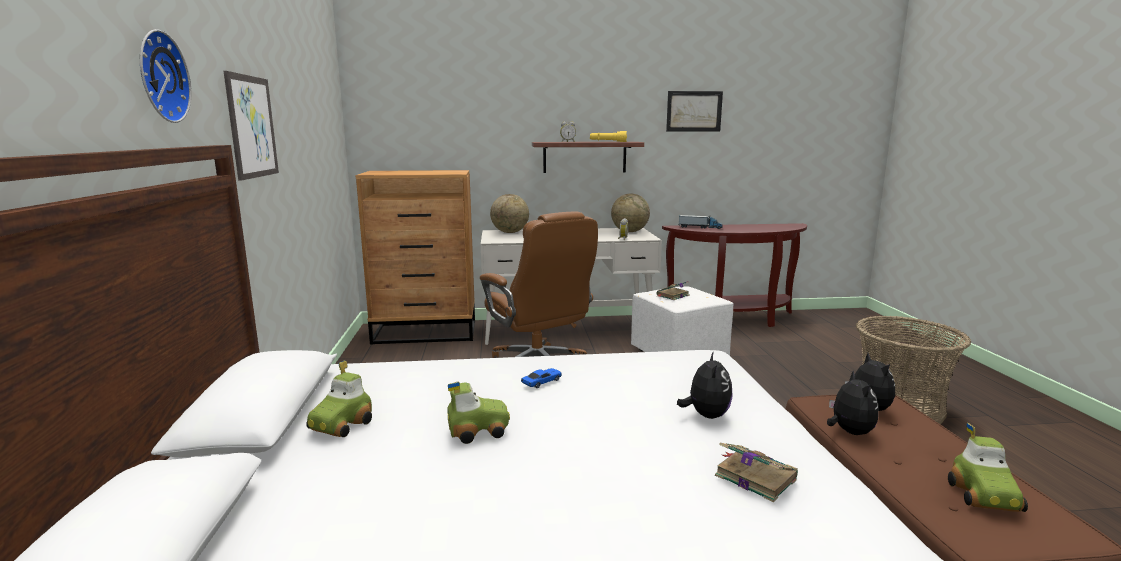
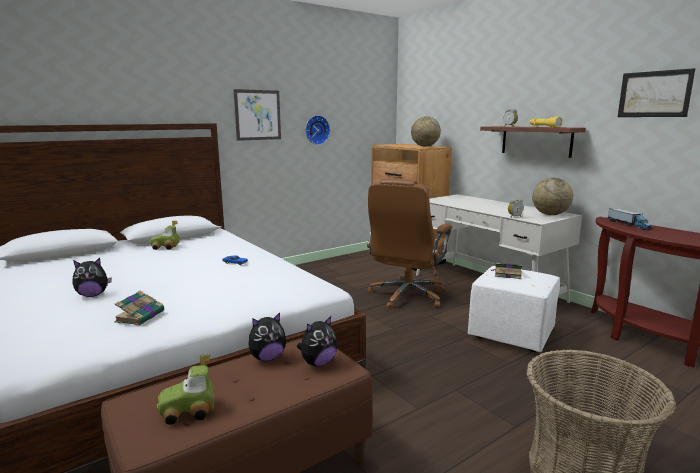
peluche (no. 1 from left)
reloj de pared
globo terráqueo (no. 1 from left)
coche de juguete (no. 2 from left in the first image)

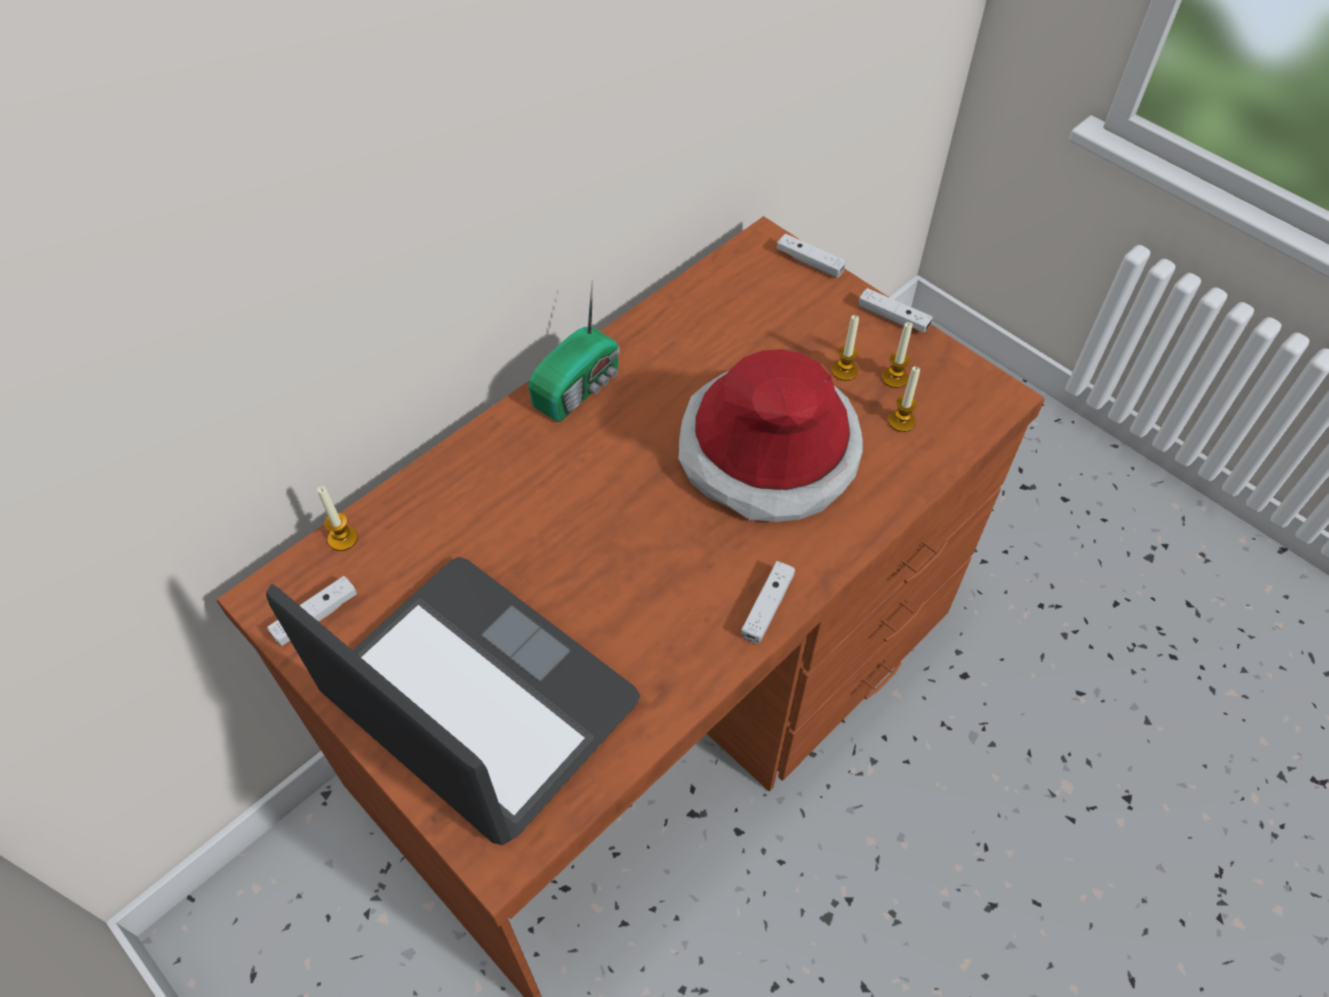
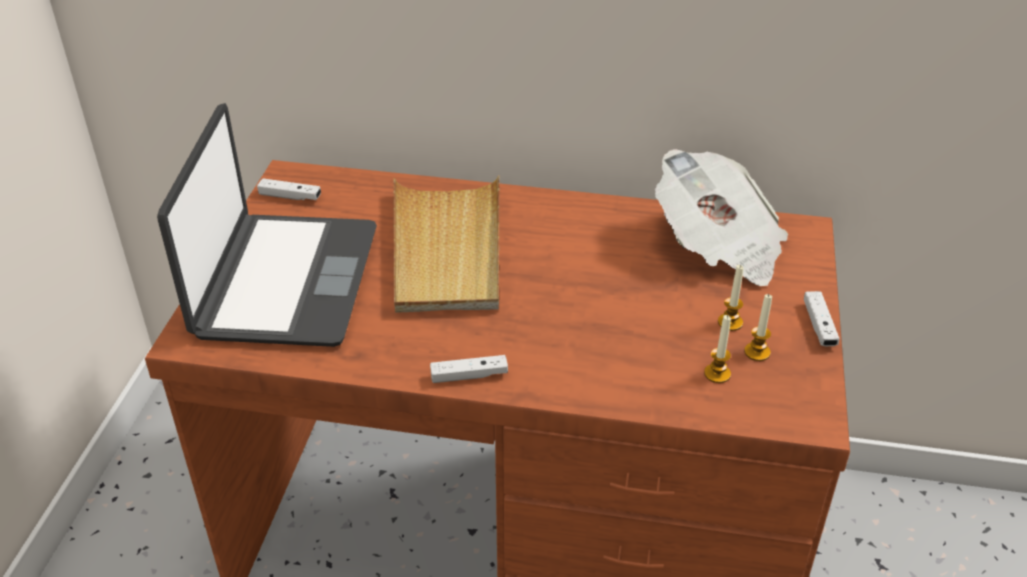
bandeja [beis]
periódico
vela (no. 1 from left in the first image)
radio
sombrero
mando de consola [blanco] (no. 3 from left in the first image)

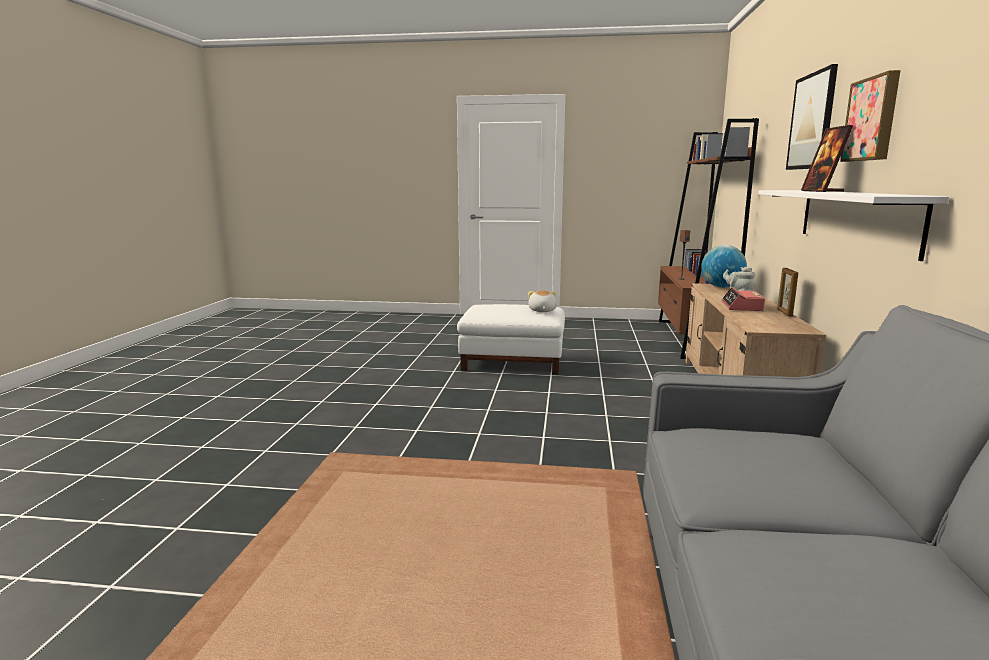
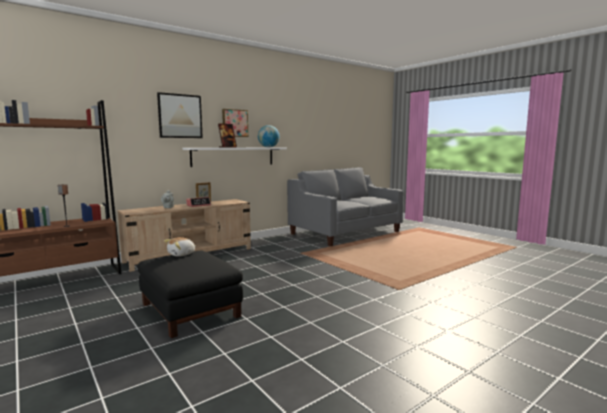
puf [negro]
globo terráqueo

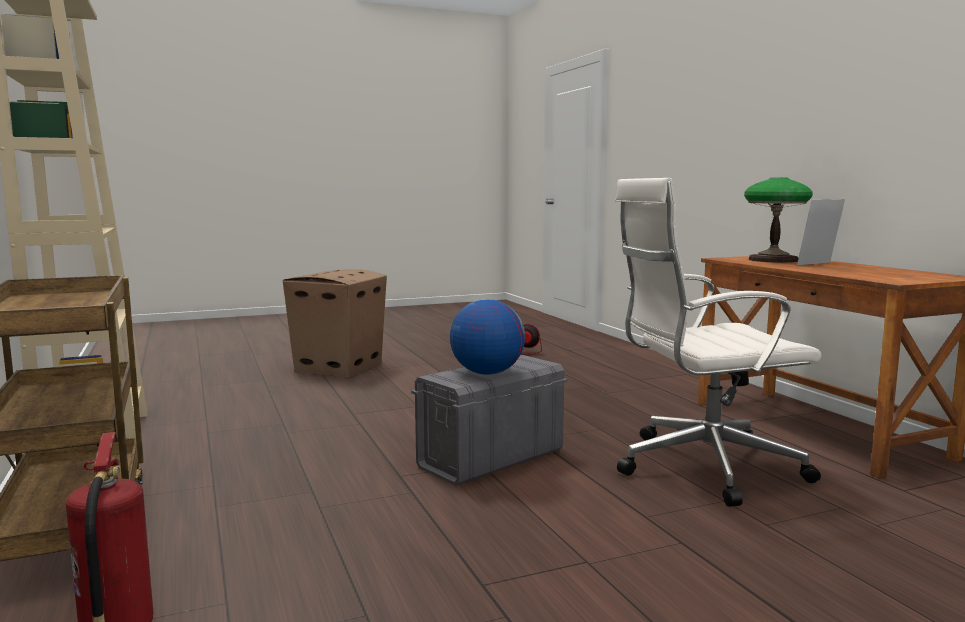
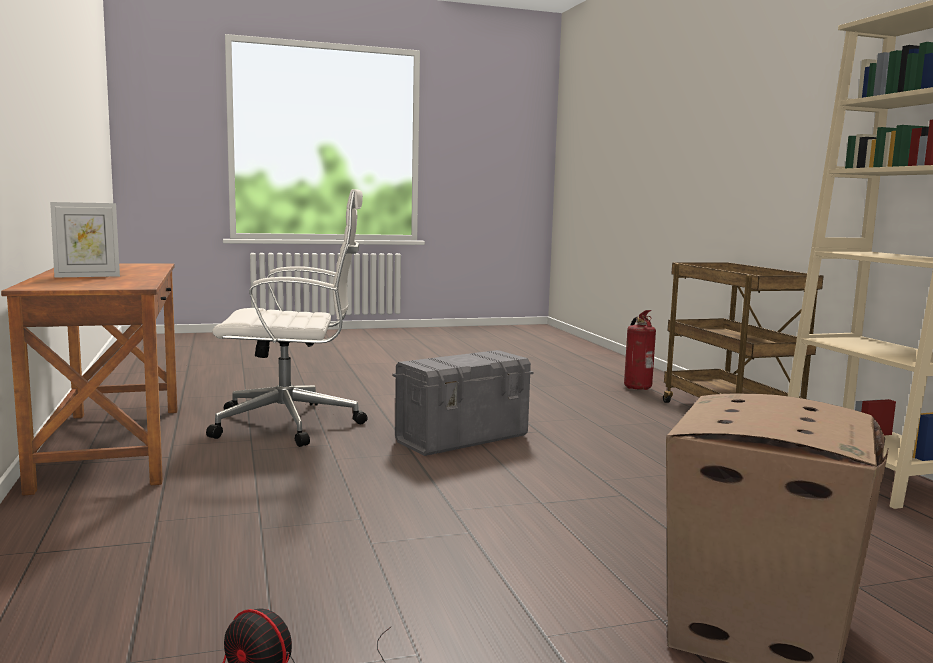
globo terráqueo
lámpara de mesa

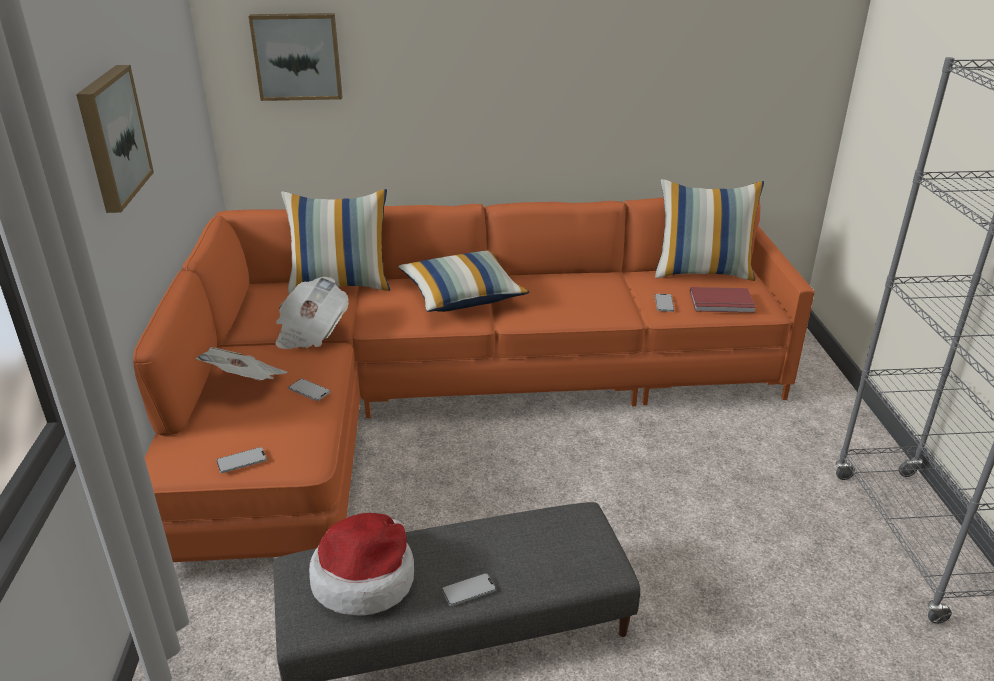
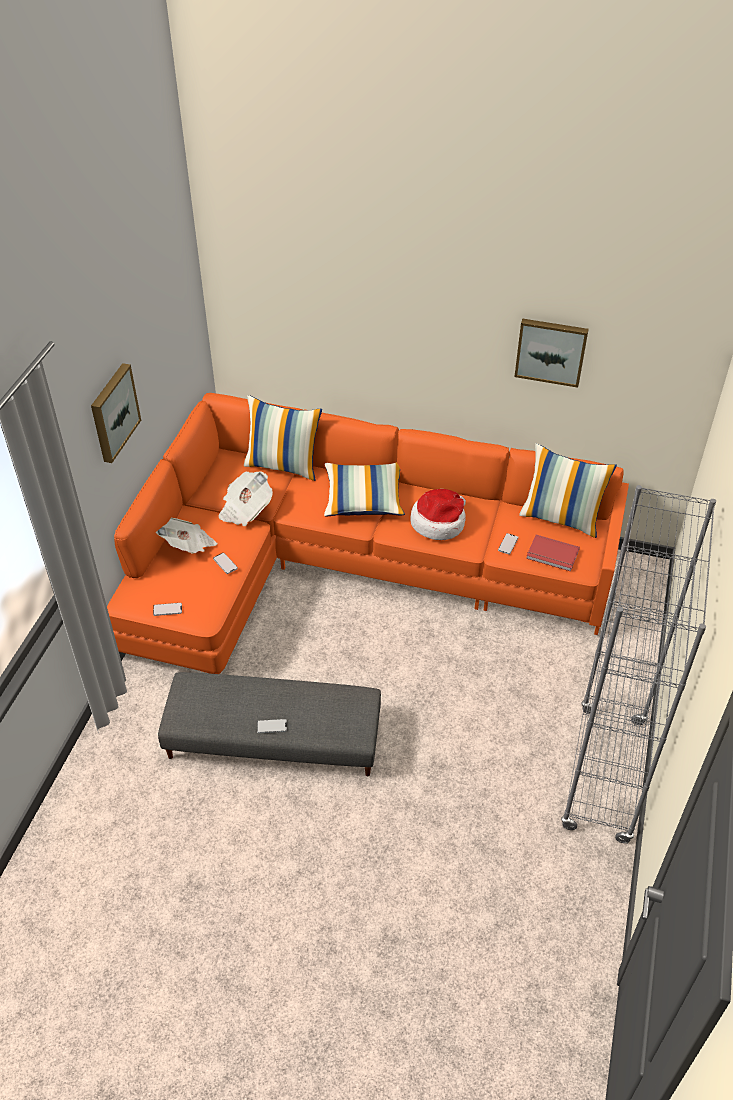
sombrero
cuadro (no. 2 from left)

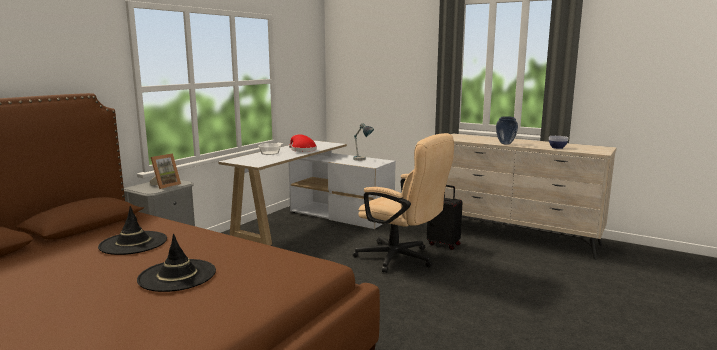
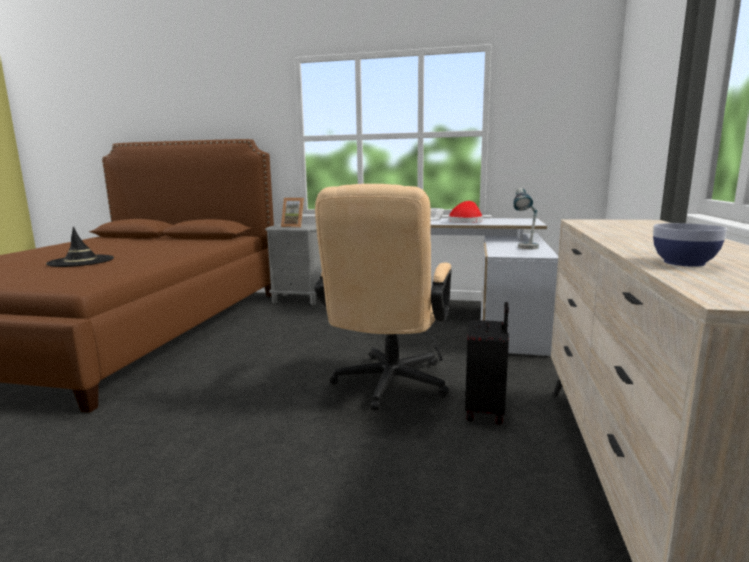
sombrero [negro] (no. 1 from left in the first image)
florero

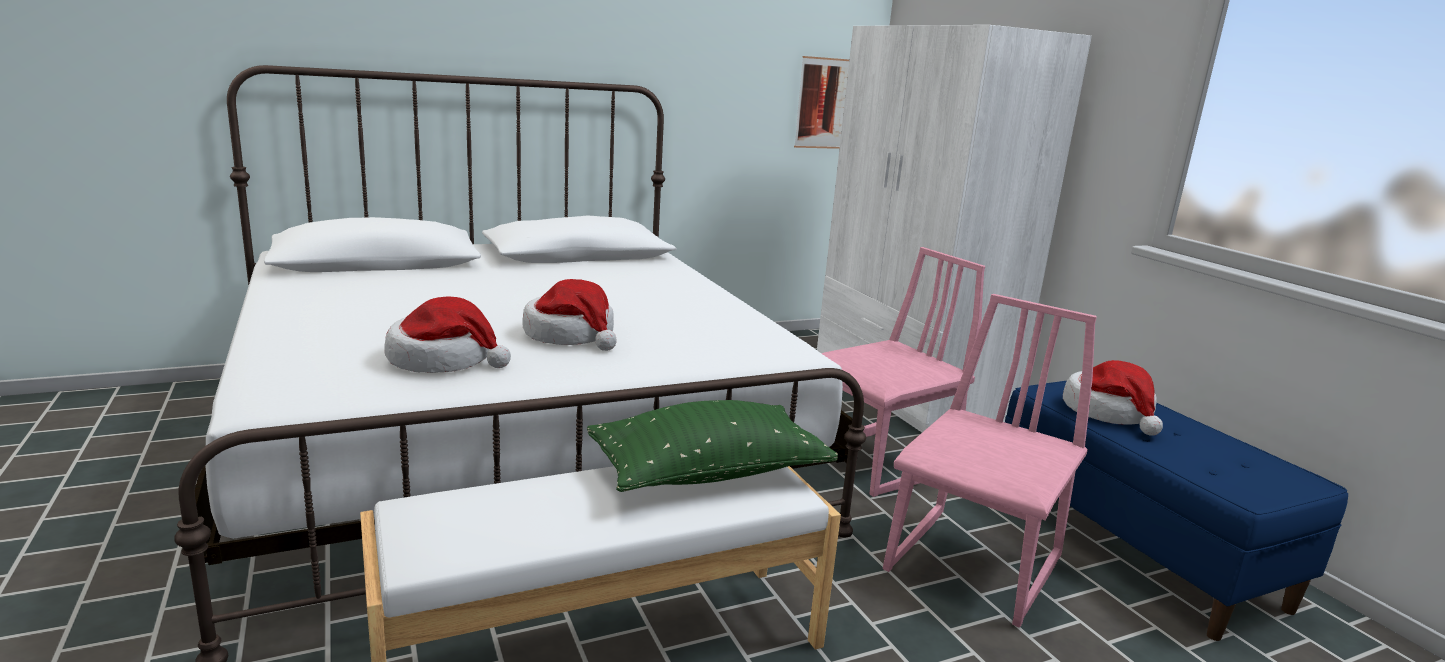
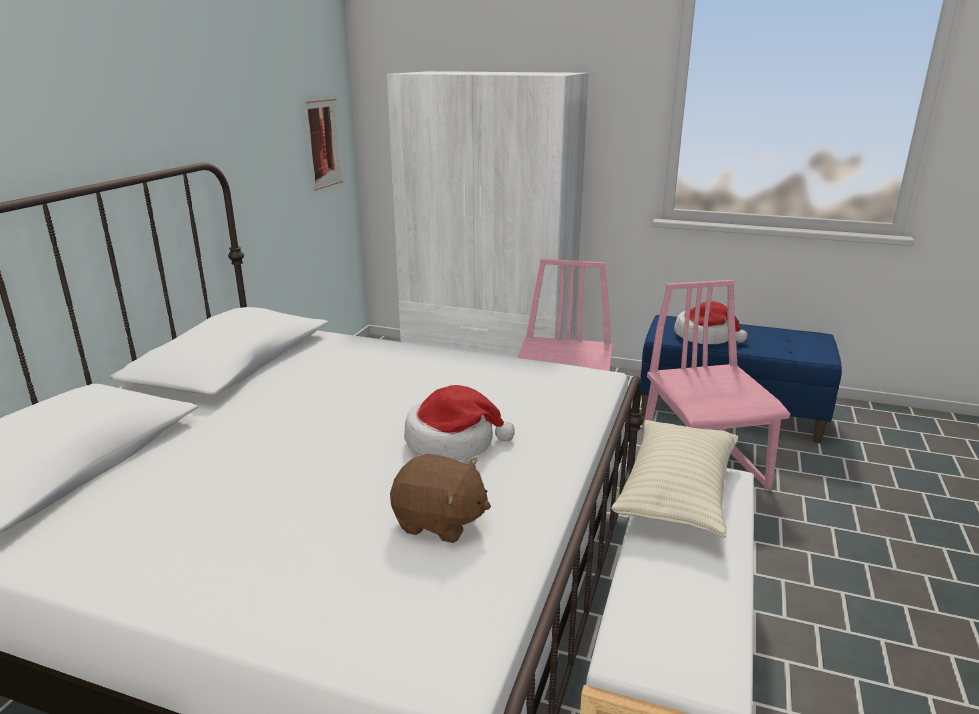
peluche [marrón]
cojín [beis]

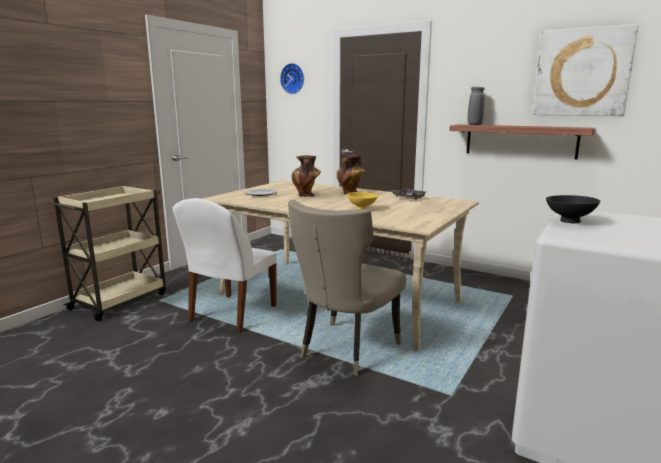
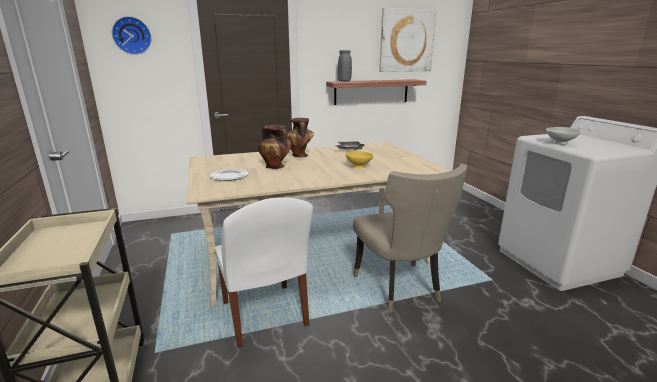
cuenco [blanco]

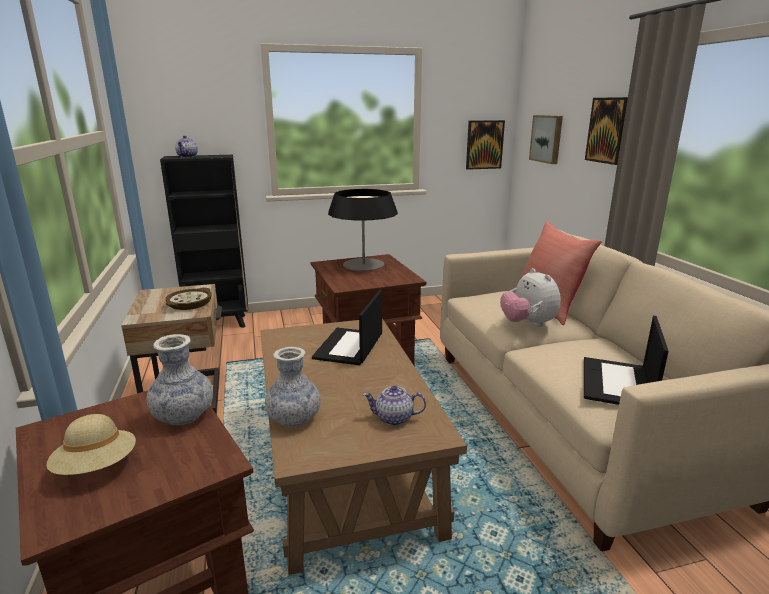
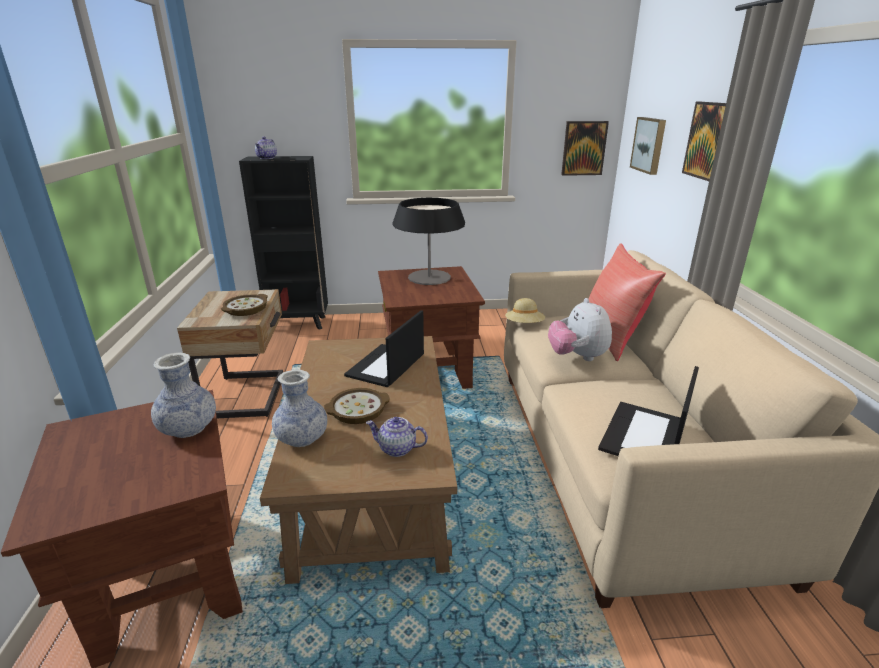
cuenco (no. 2 from left)
sombrero [beis]

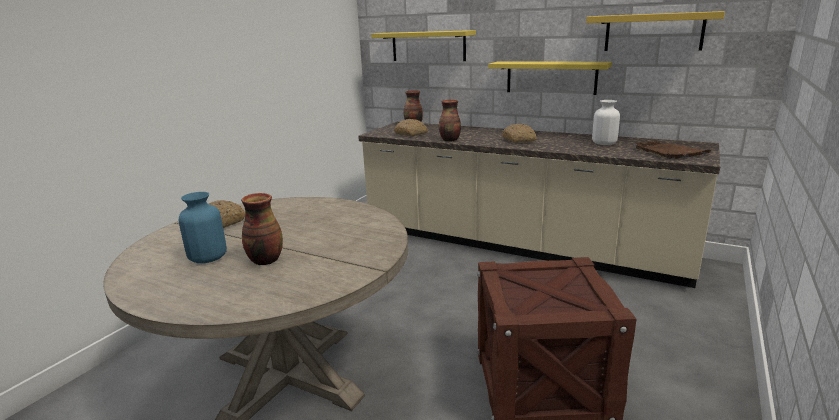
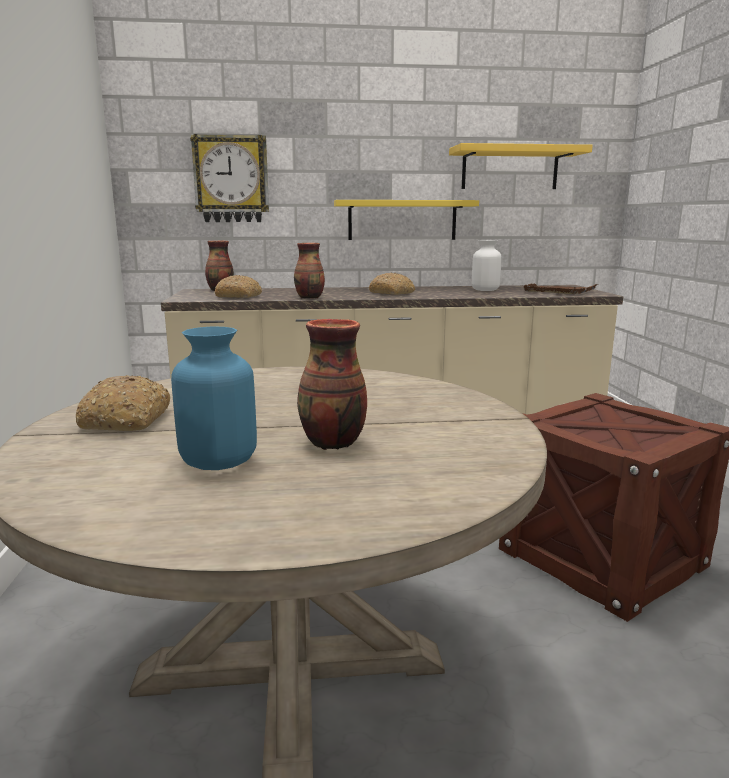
reloj de pared

